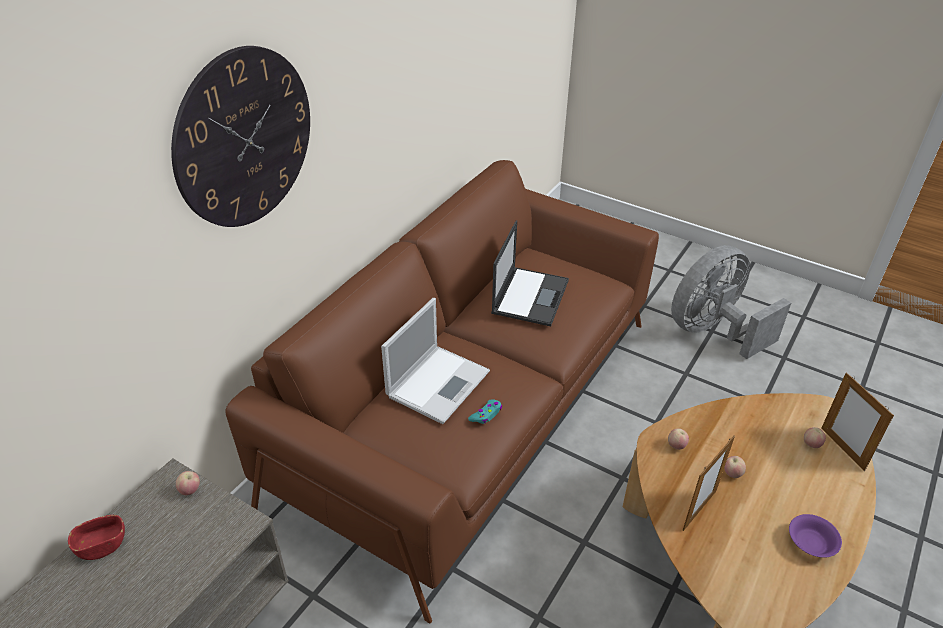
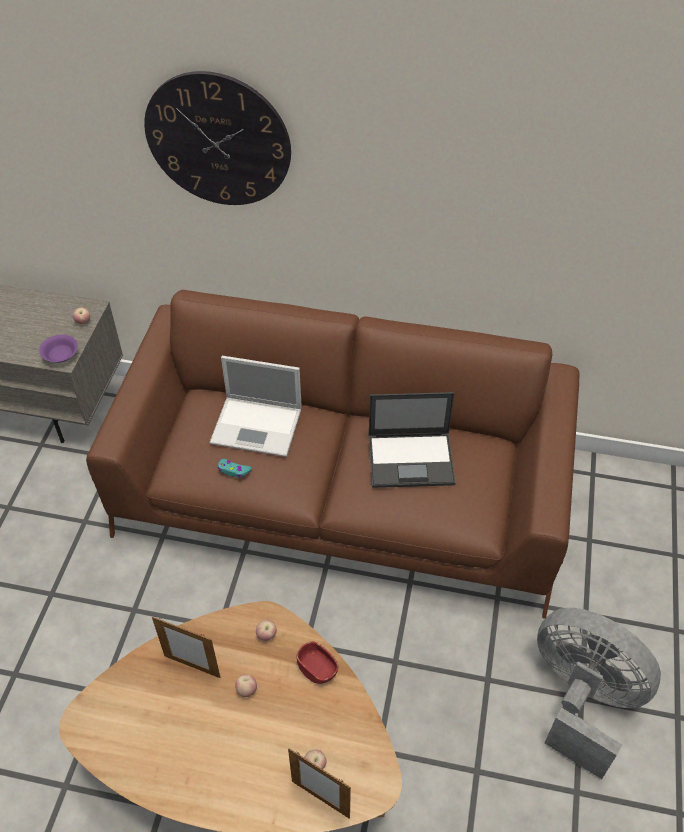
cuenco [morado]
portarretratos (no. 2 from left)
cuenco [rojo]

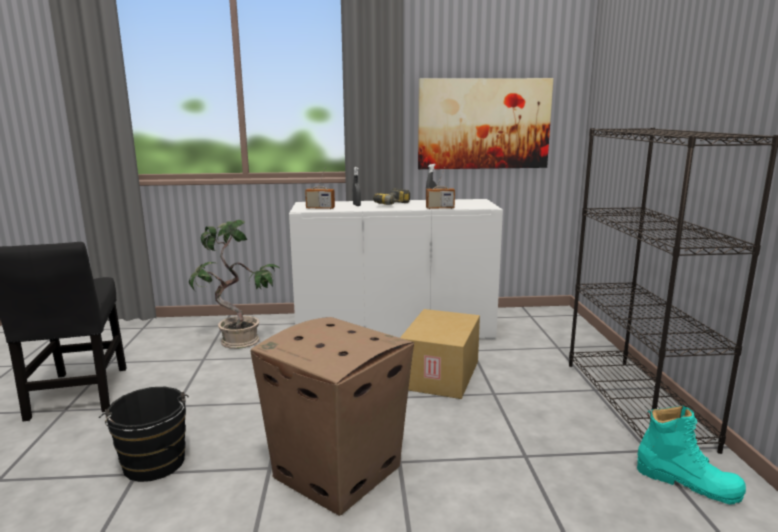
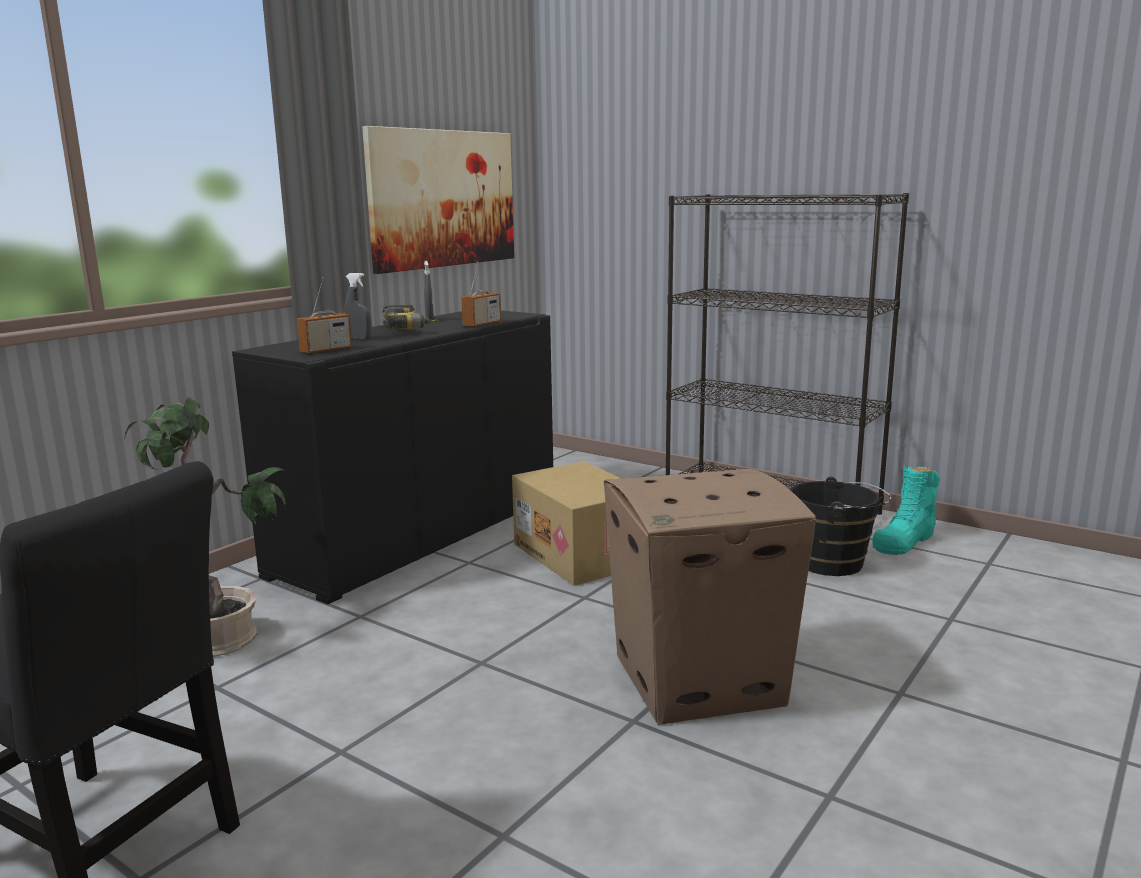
armario [negro]
cubo [negro]
bota [turquesa]

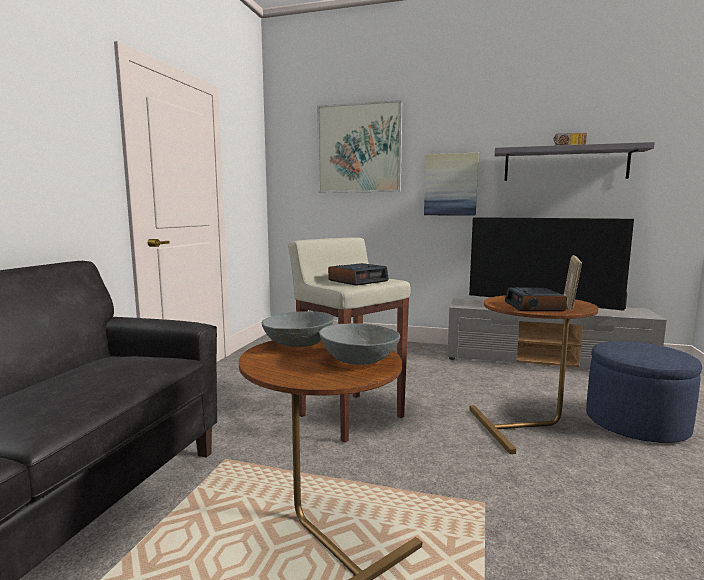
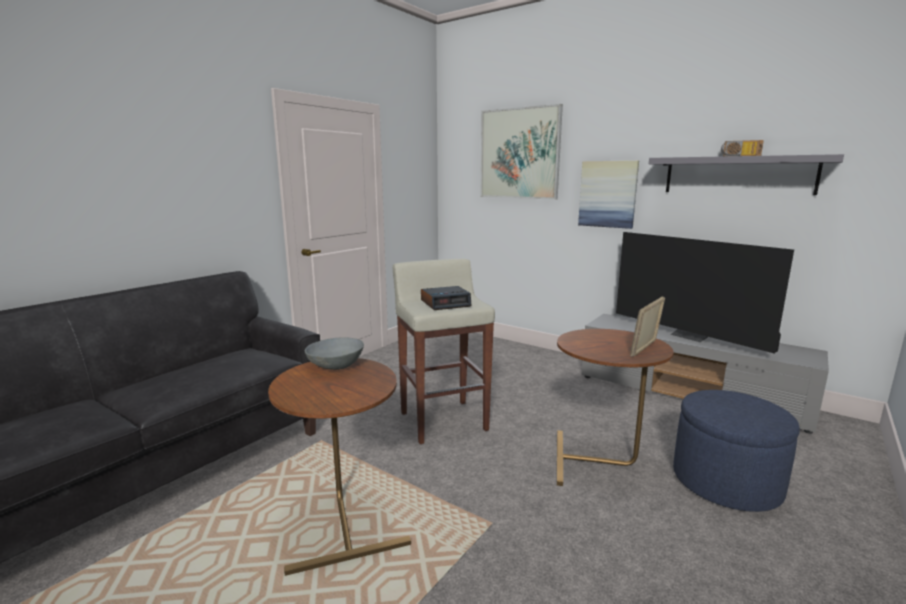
cuenco [gris] (no. 2 from left in the first image)
despertador (no. 2 from left in the first image)

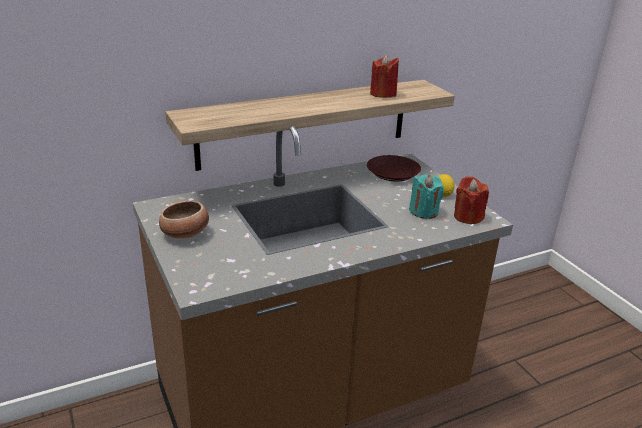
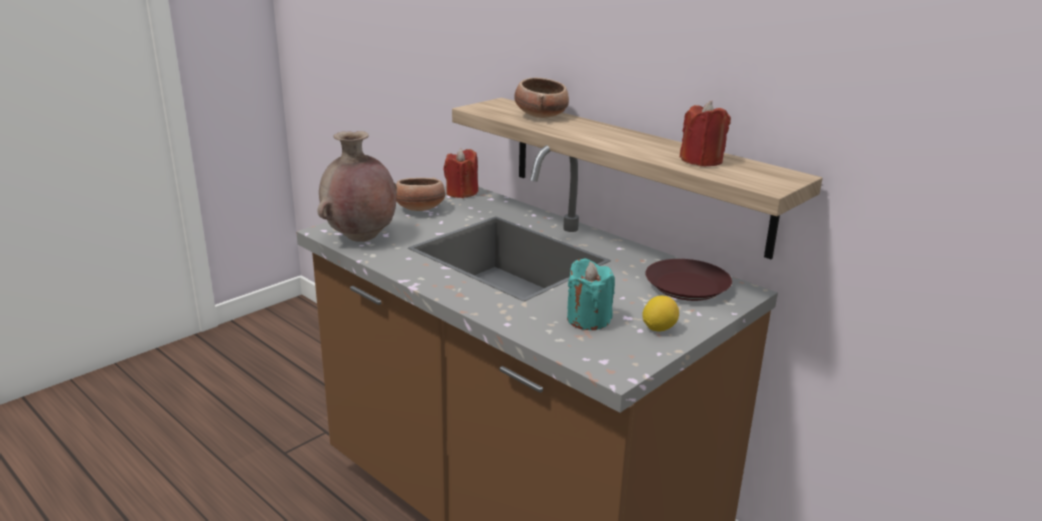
florero [marrón]
vela [rojo] (no. 1 from left)
cuenco (no. 2 from left)

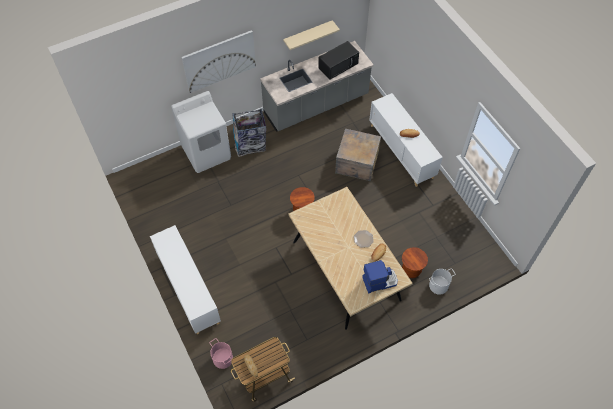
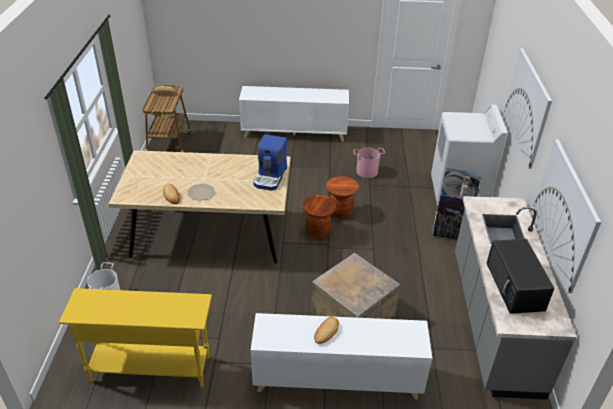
mesa consola [amarillo]
cafetera
taburete [marrón] (no. 2 from left)
cubo [rosa]
cuadro (no. 2 from left)

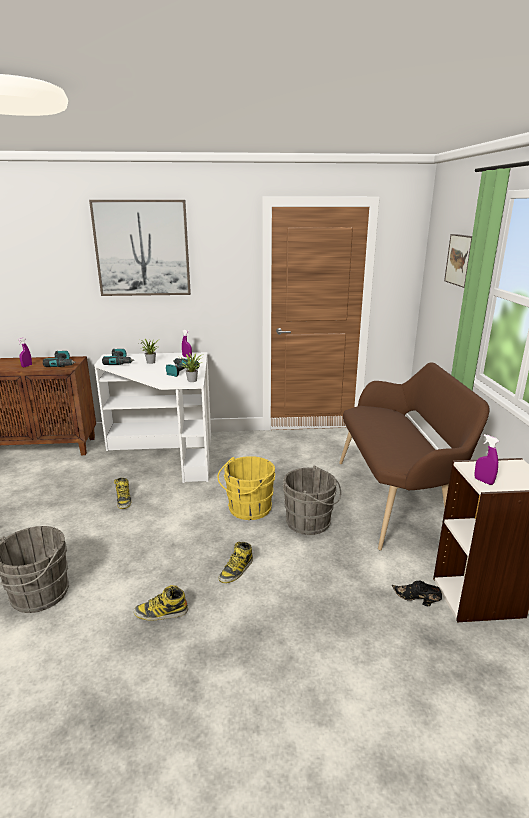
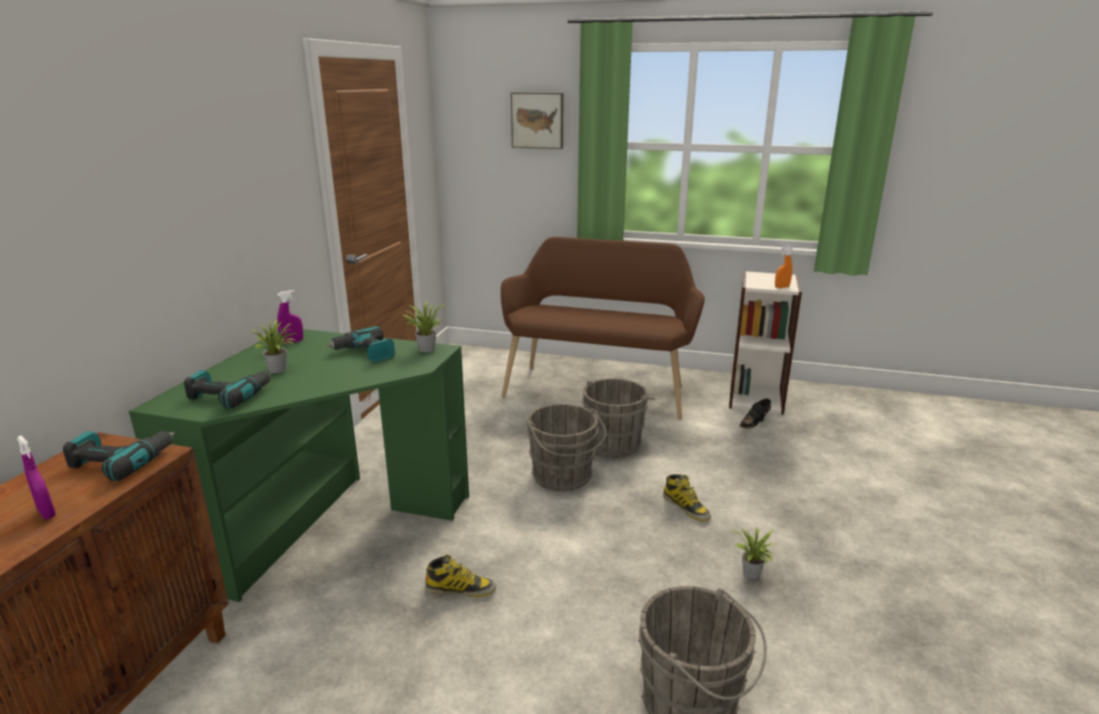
escritorio [verde]
cubo [gris] (no. 1 from left)
planta en maceta (no. 3 from left)
pulverizador [naranja]
cuadro (no. 1 from left in the first image)

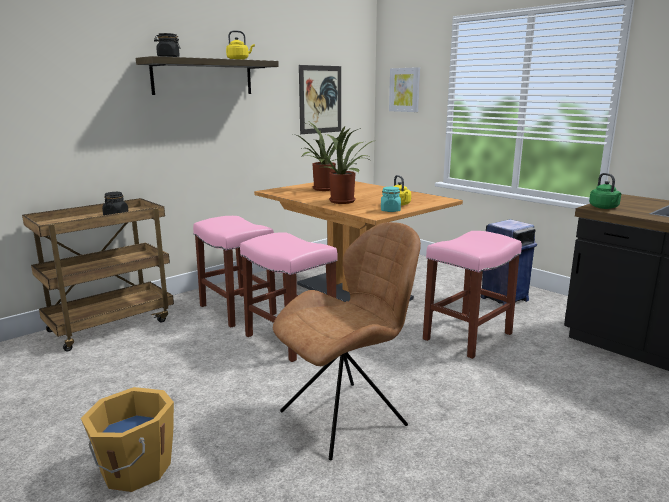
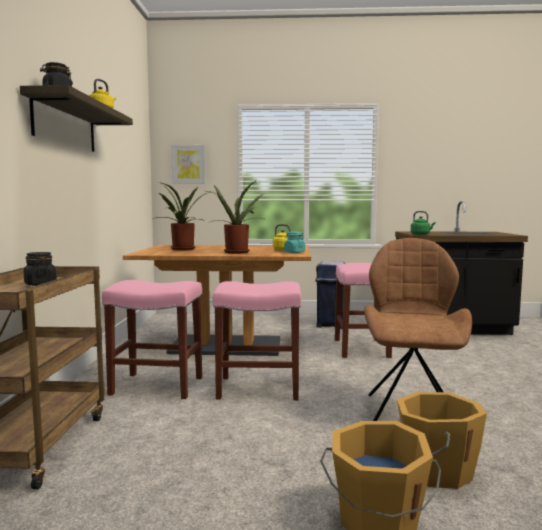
cubo [naranja] (no. 2 from left)
cuadro (no. 1 from left in the first image)

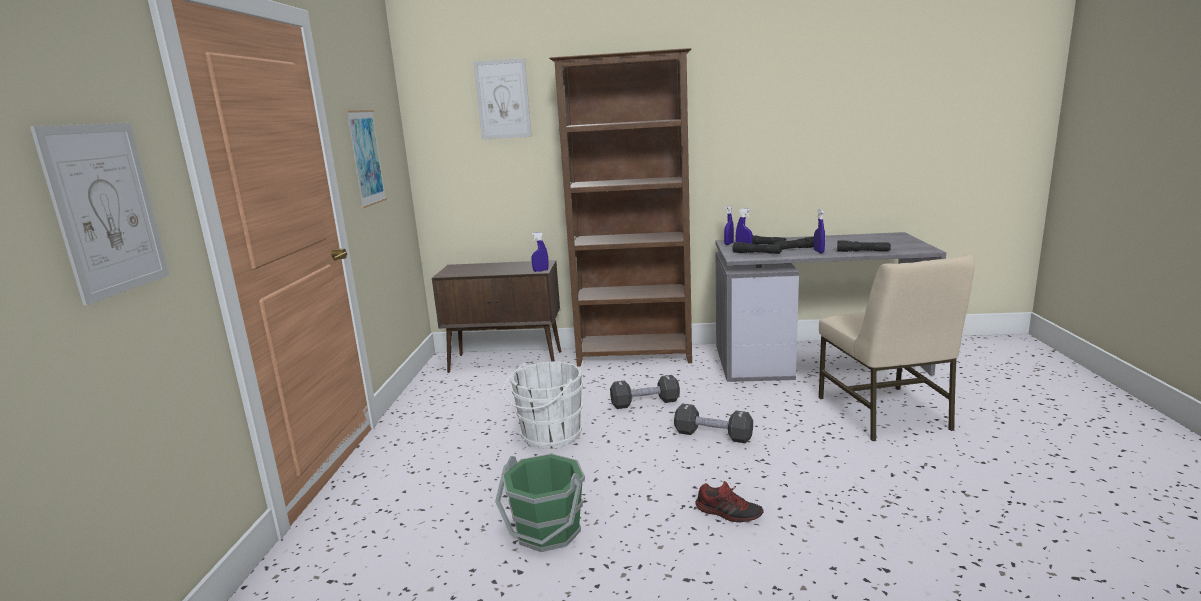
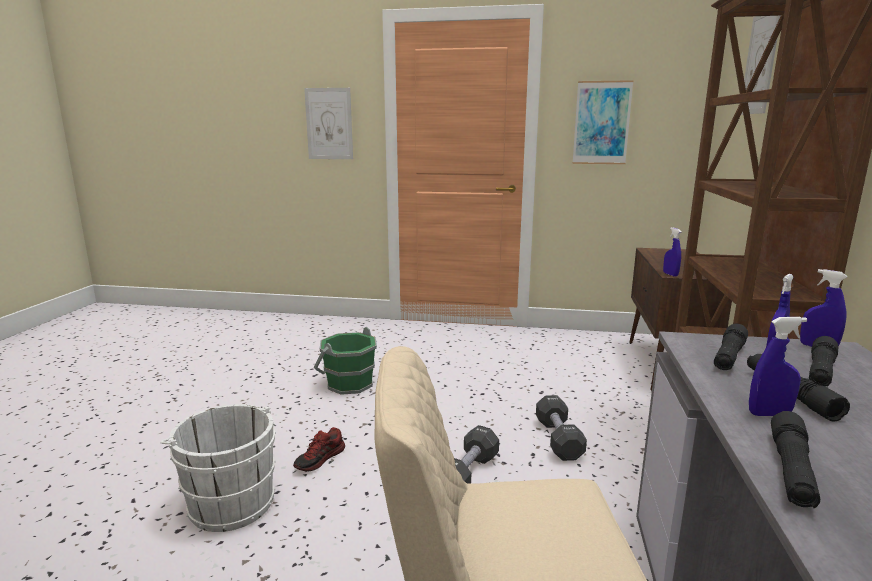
cubo [blanco]

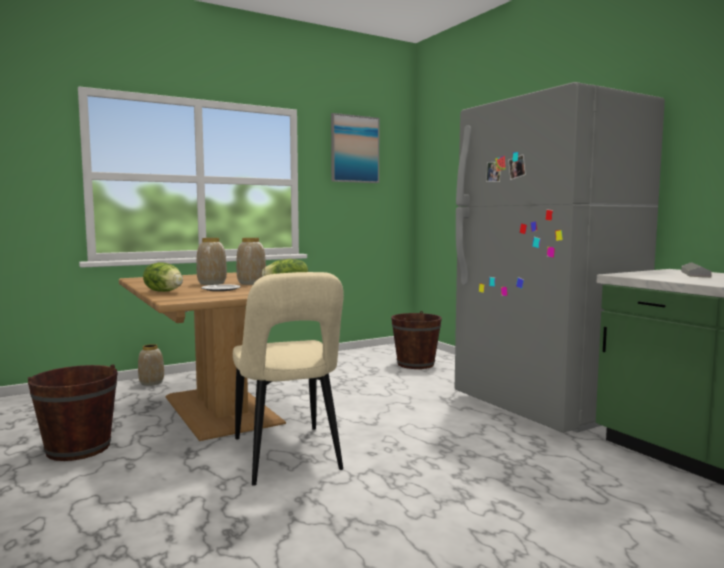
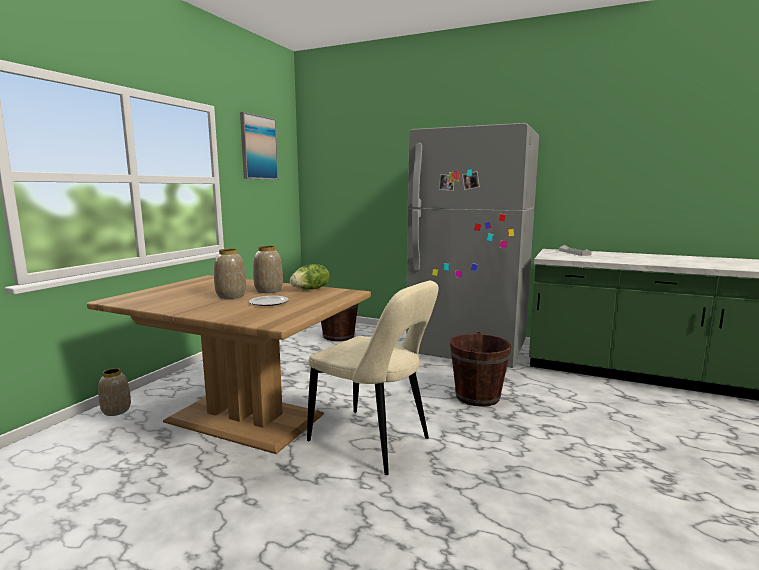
cubo [marrón] (no. 2 from left)
lechuga (no. 1 from left in the first image)

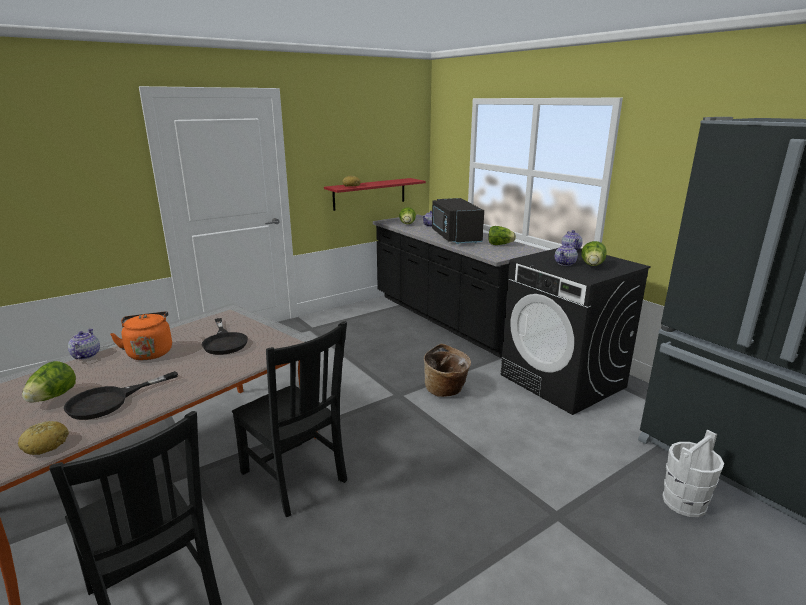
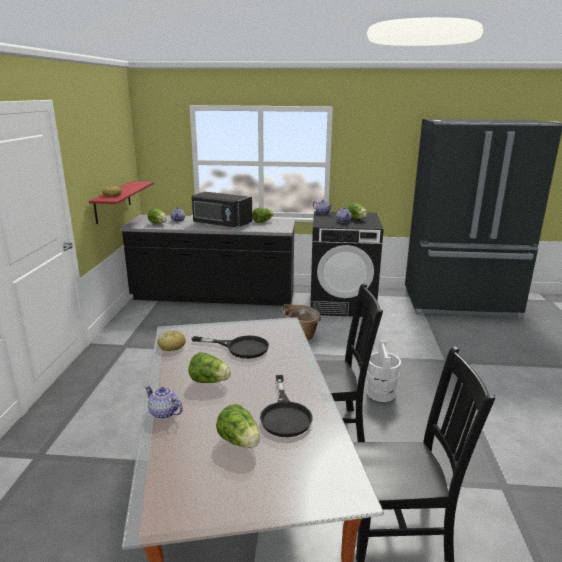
pan (no. 2 from left)
lechuga (no. 2 from left)
cubo [blanco]

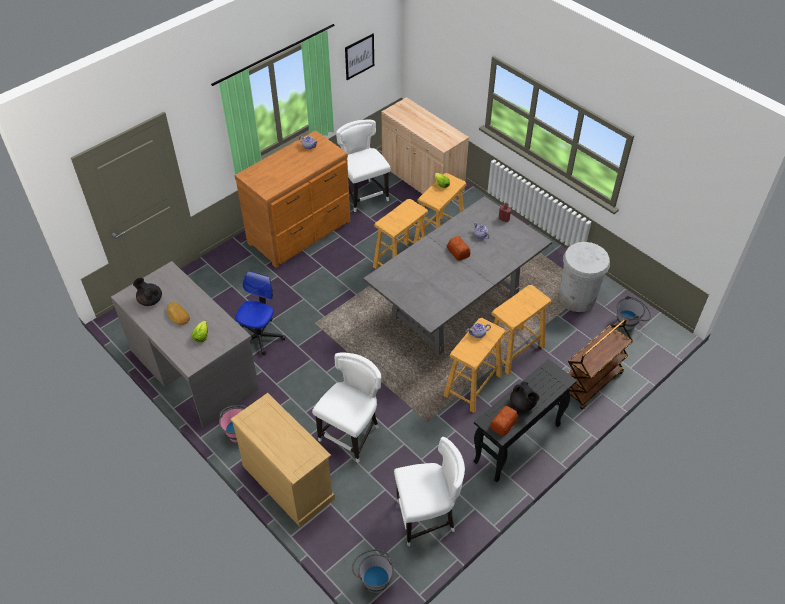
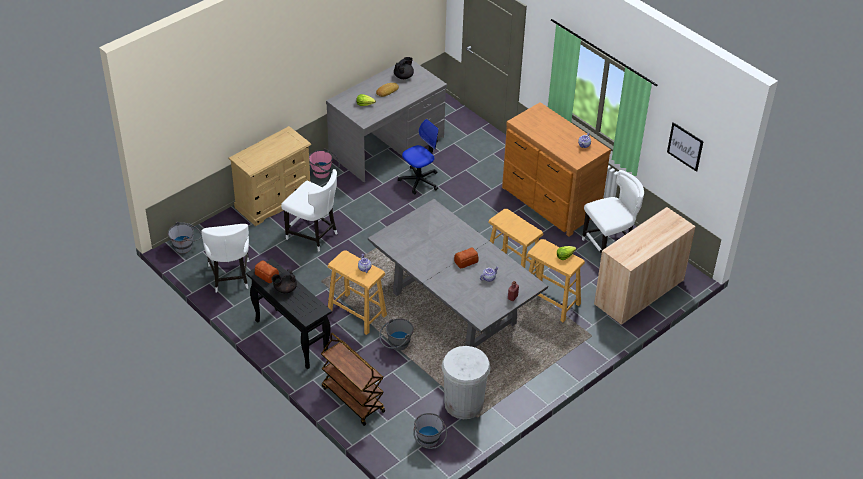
cubo [gris] (no. 2 from left)
silla de oficina

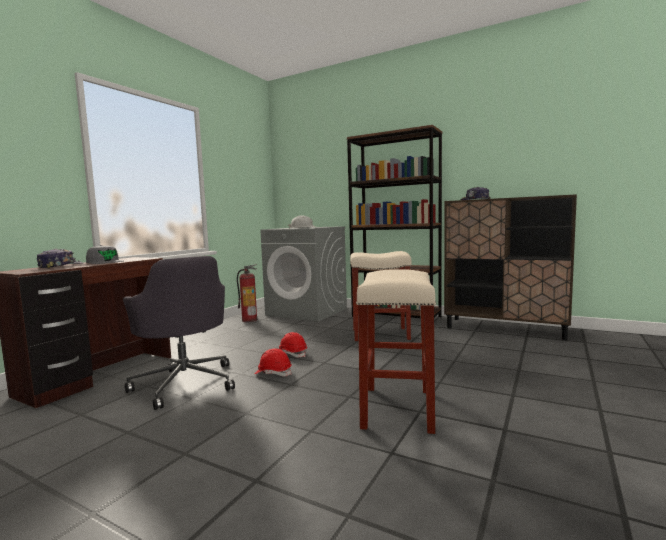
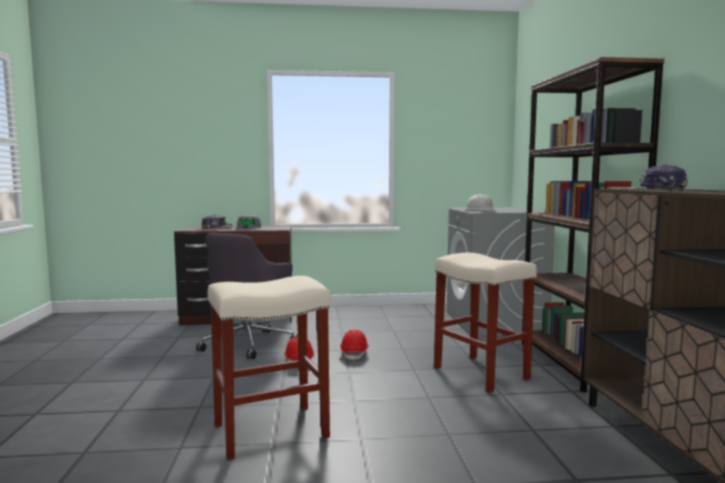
extintor

